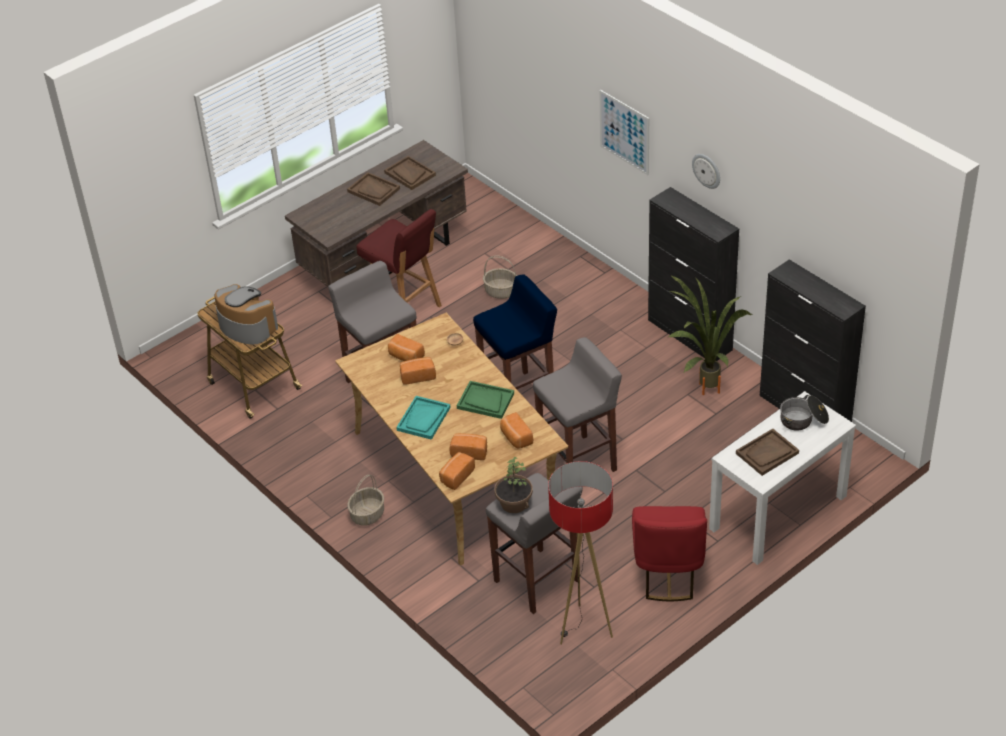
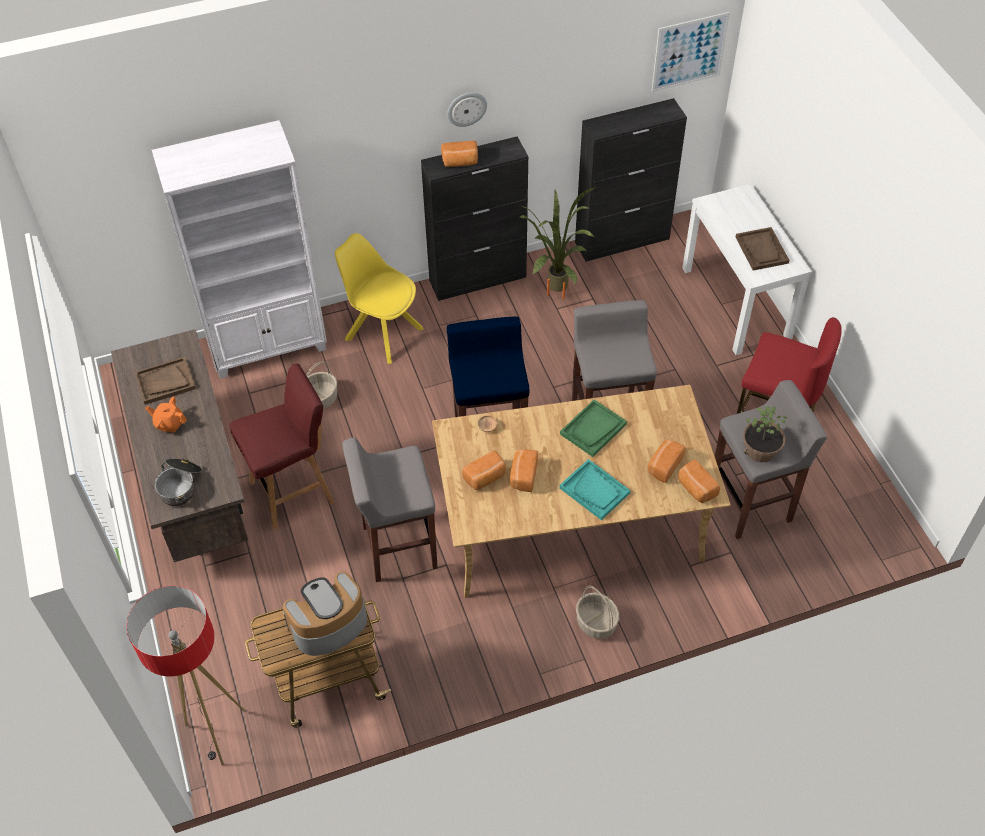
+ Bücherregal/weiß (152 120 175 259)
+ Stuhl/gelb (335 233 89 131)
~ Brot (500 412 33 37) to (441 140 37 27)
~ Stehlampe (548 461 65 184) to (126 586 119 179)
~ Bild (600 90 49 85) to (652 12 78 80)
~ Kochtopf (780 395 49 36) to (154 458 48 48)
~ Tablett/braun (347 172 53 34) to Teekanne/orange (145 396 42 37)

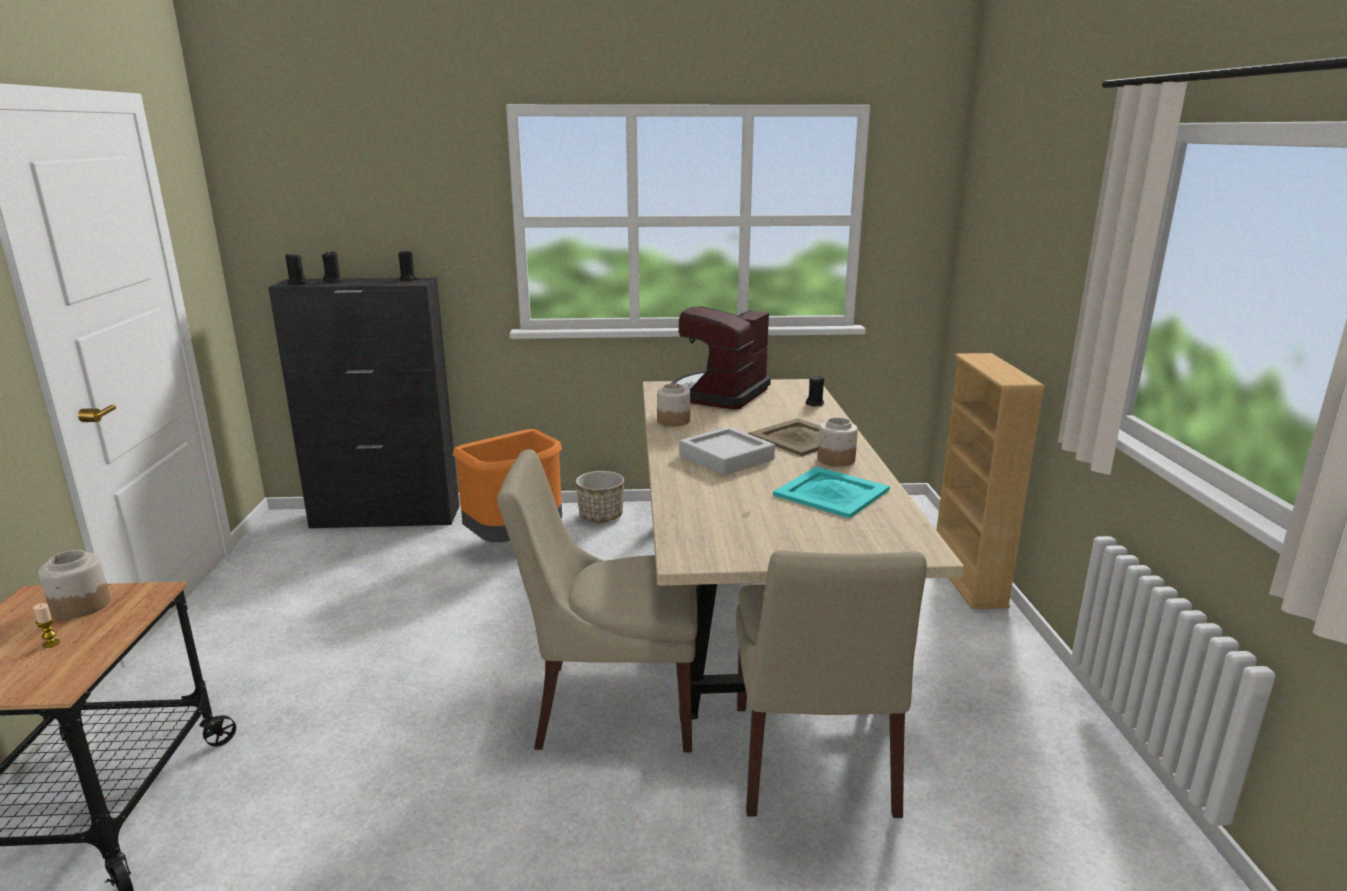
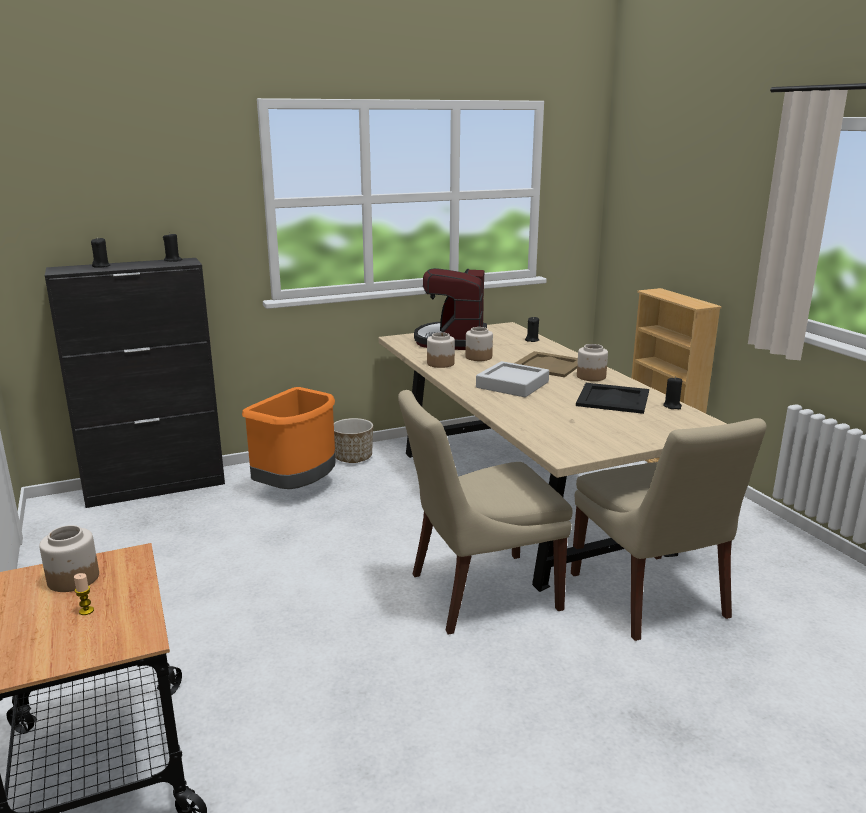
+ Vorratsglas (466 327 27 34)
~ Kerze/schwarz (285 252 23 33) to (663 376 19 33)
~ Tablett/türkis (773 467 117 52) to Tablett/schwarz (576 383 73 31)

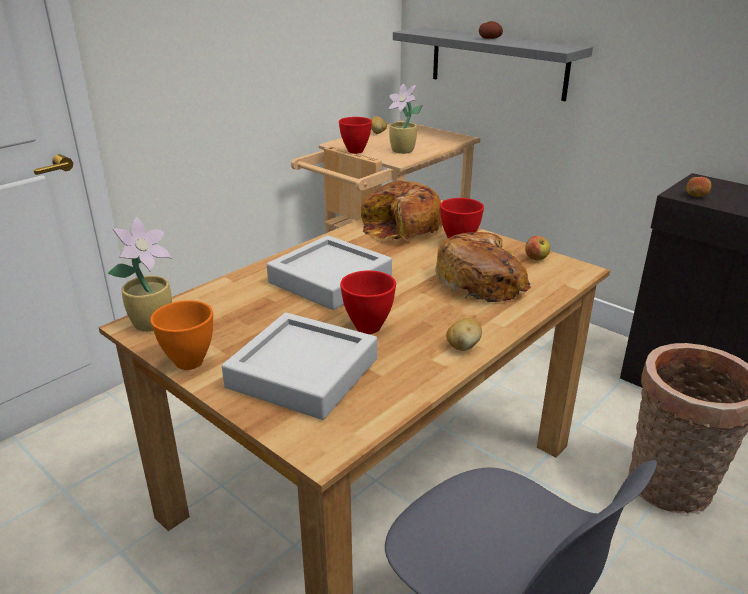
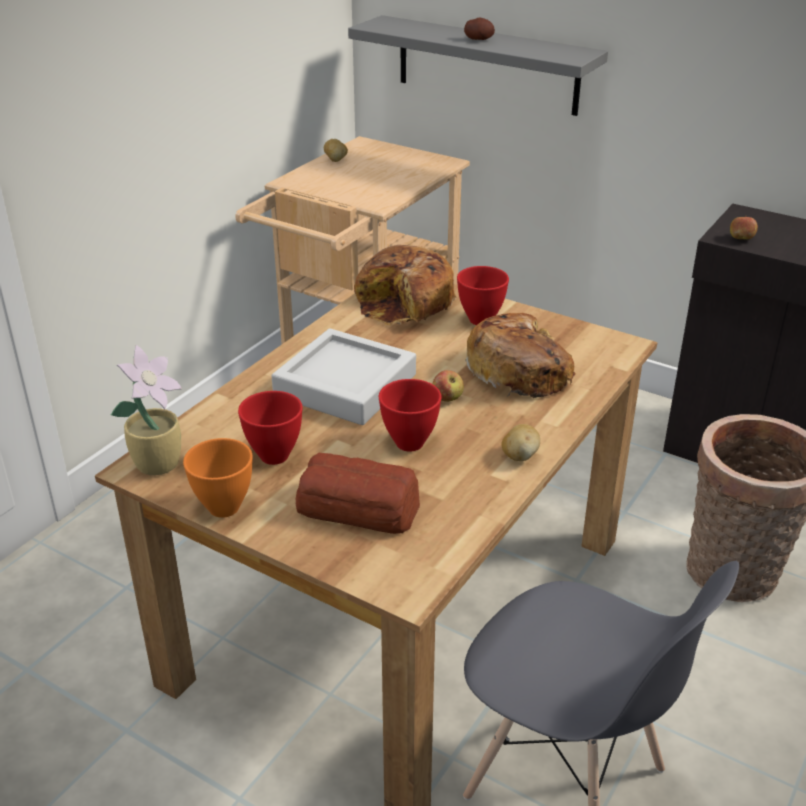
- Topfpflanze (388 83 35 71)
~ Schüssel/rot (339 117 33 37) to (238 391 65 74)
~ Apfel (525 236 25 24) to (433 370 31 32)
~ Tablett/grau (222 313 155 107) to Brot (296 453 124 81)

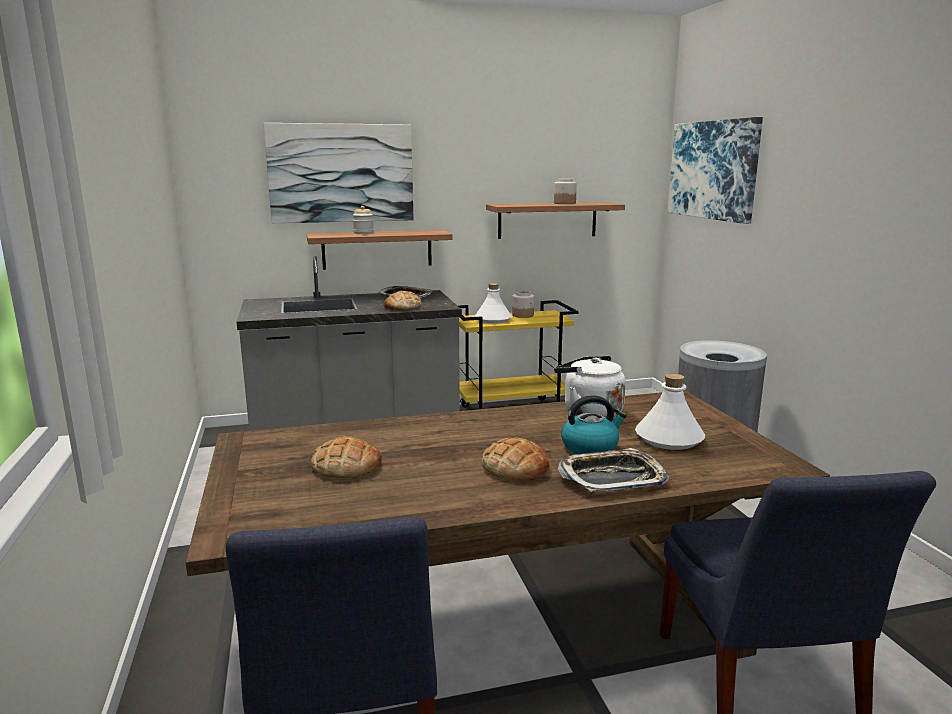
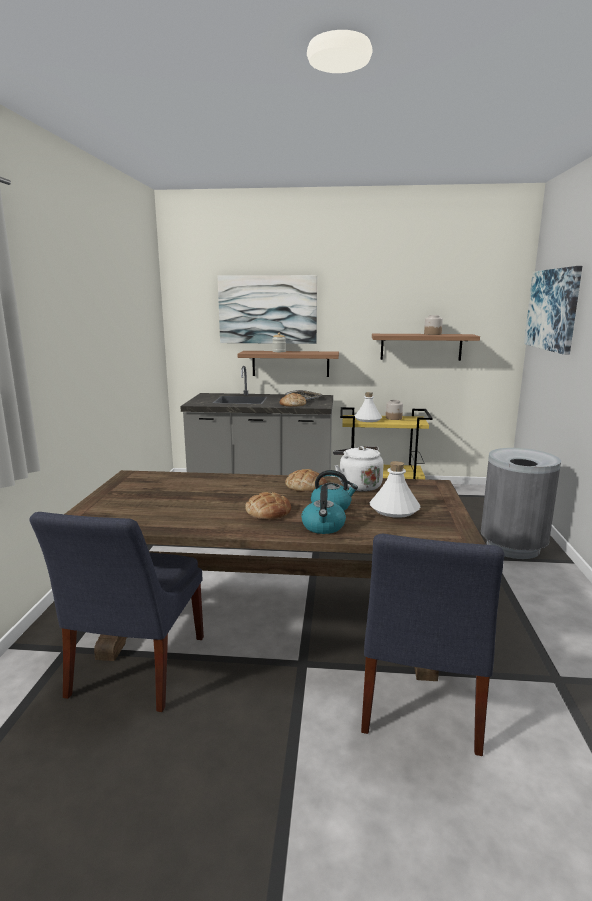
~ Brot (311 436 71 42) to (285 469 42 23)
~ Tablett (558 448 111 44) to Wasserkessel (301 486 45 48)

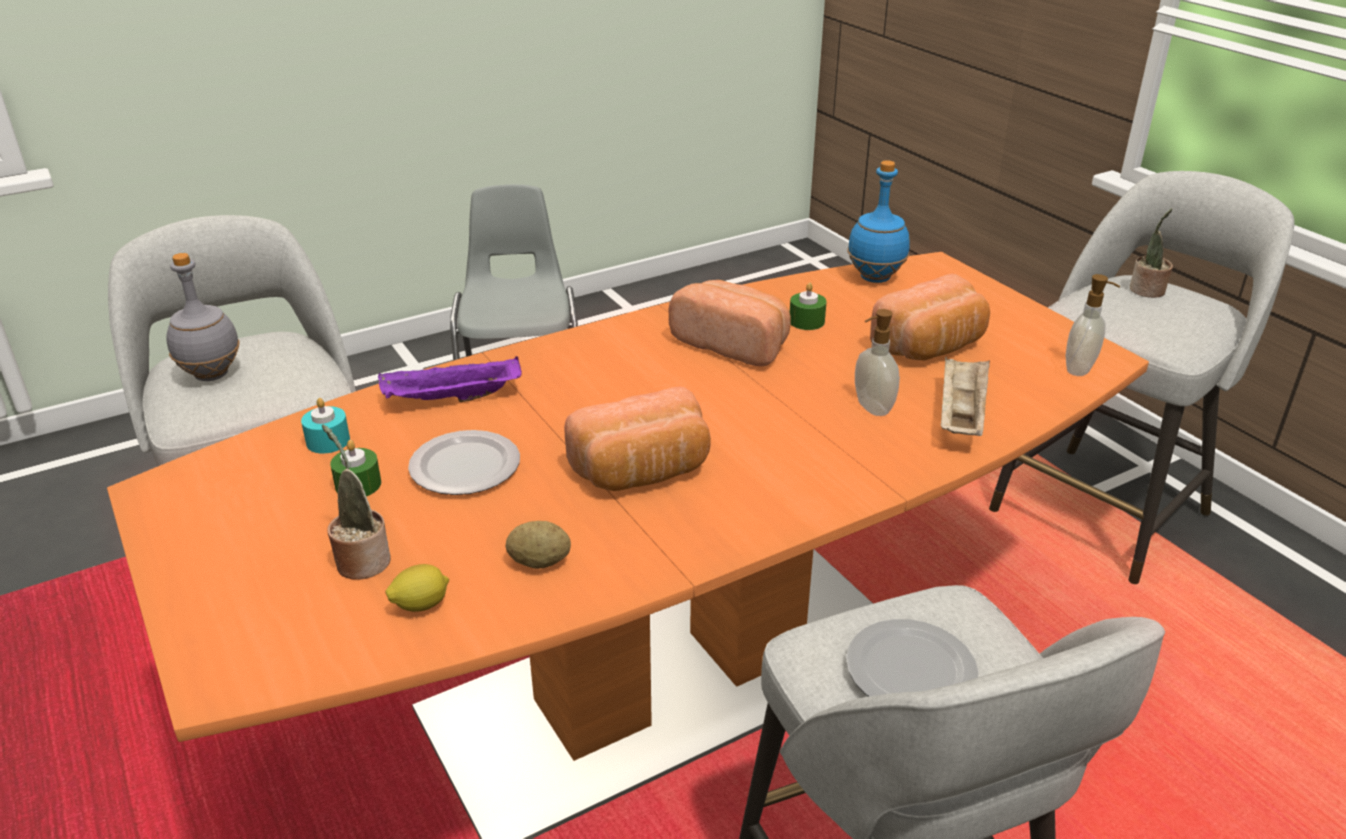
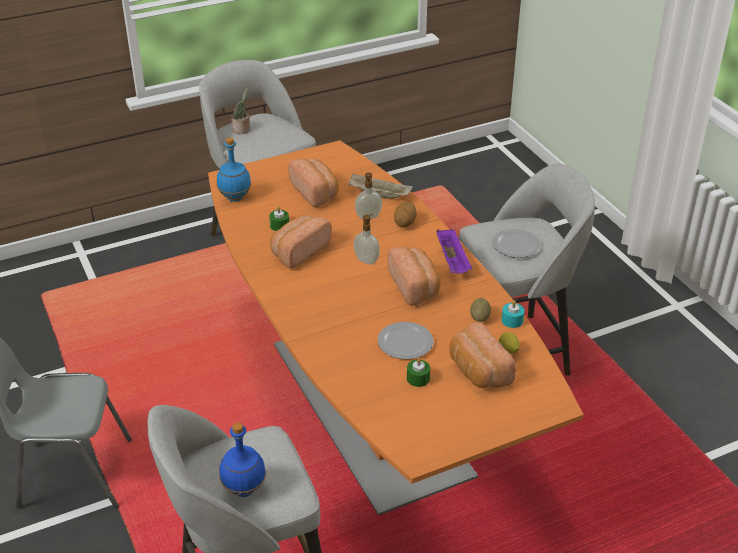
+ Kartoffel (394 202 23 26)
~ Kerze/türkis (301 398 49 56) to (501 300 23 28)
~ Tablett/lila (378 356 144 46) to (437 229 35 44)
~ Seifenspender (1065 274 55 102) to (354 214 26 50)
~ Topfpflanze (322 424 69 156) to Brot (449 322 67 66)
~ Flasche/grau (166 253 74 128) to Flasche/blau (219 423 47 74)

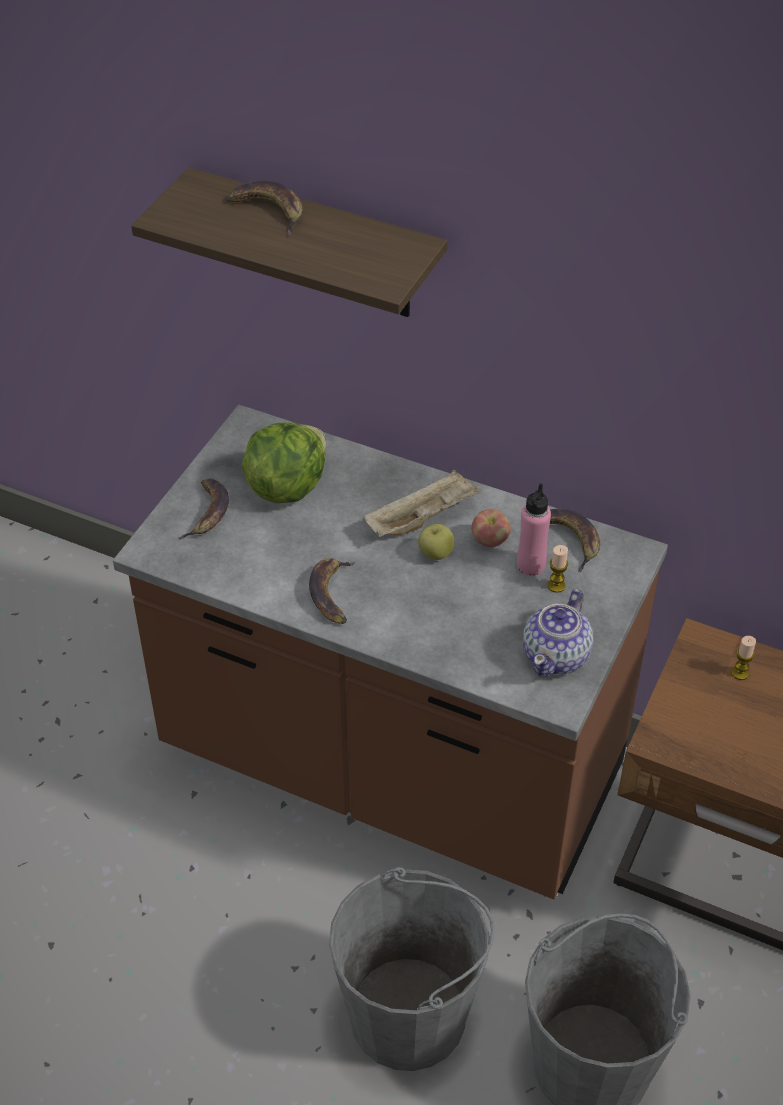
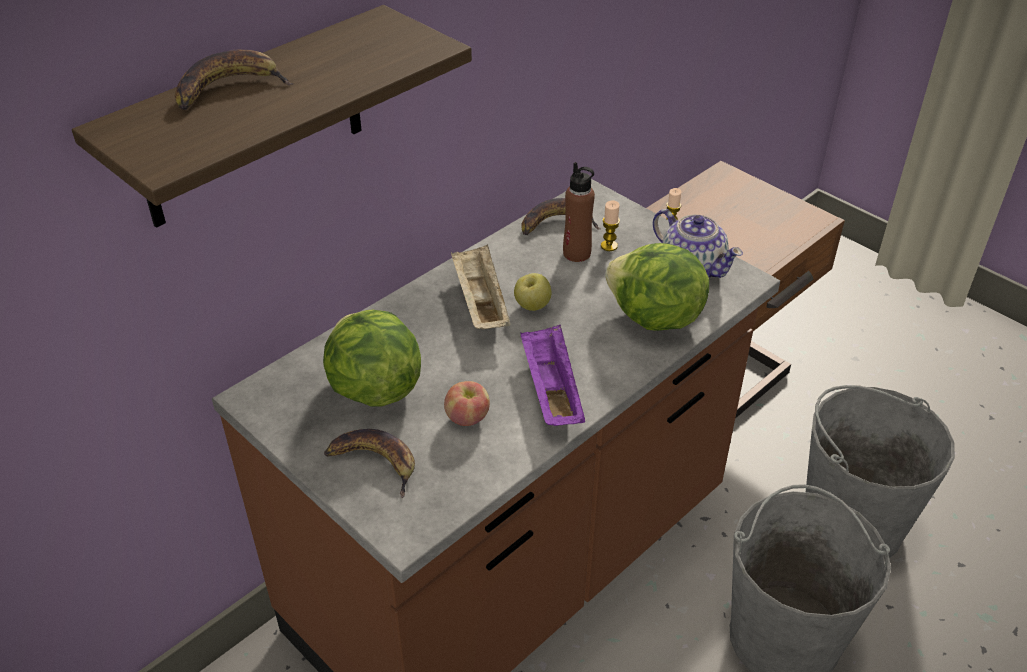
+ Salatkopf (605 243 104 88)
~ Apfel (471 509 40 38) to (444 381 46 45)
~ Banane (309 558 46 66) to Tablett/lila (520 325 65 101)
~ Flasche/rosa (517 483 34 93) to Flasche/braun (563 162 32 100)

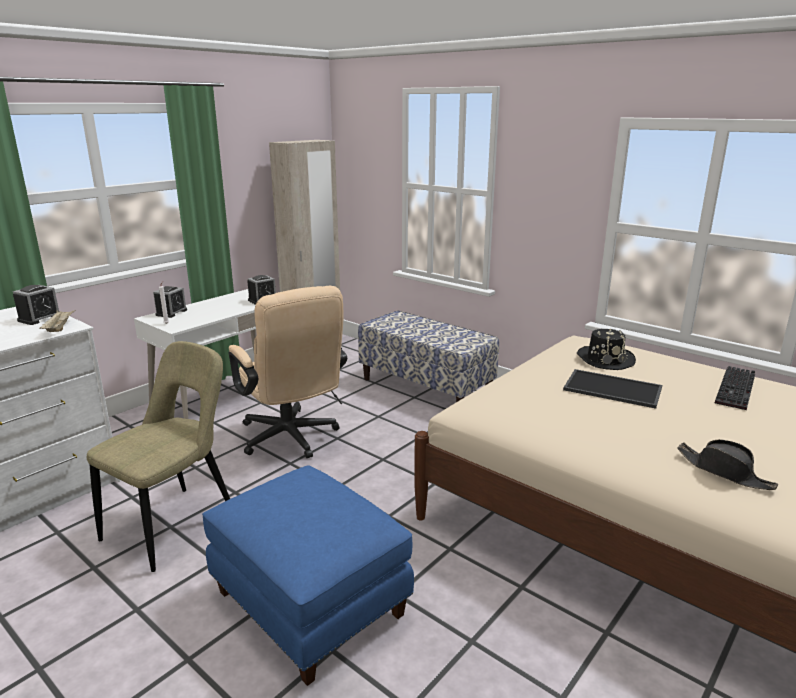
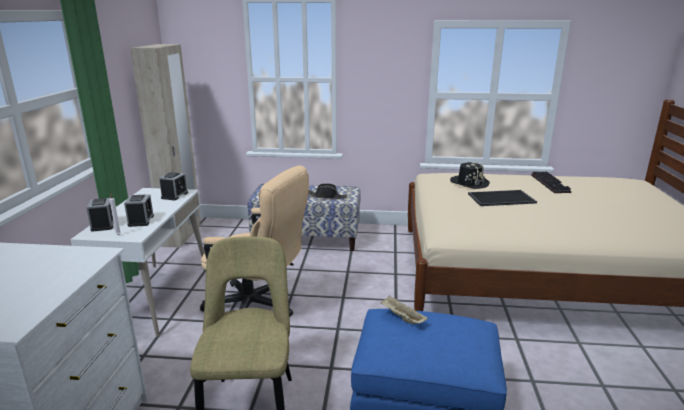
~ Wecker (13 285 46 40) to (124 194 30 33)
~ Tablett/beige (39 310 37 22) to (380 296 48 28)
~ Hut/schwarz (677 439 101 51) to (309 183 38 16)

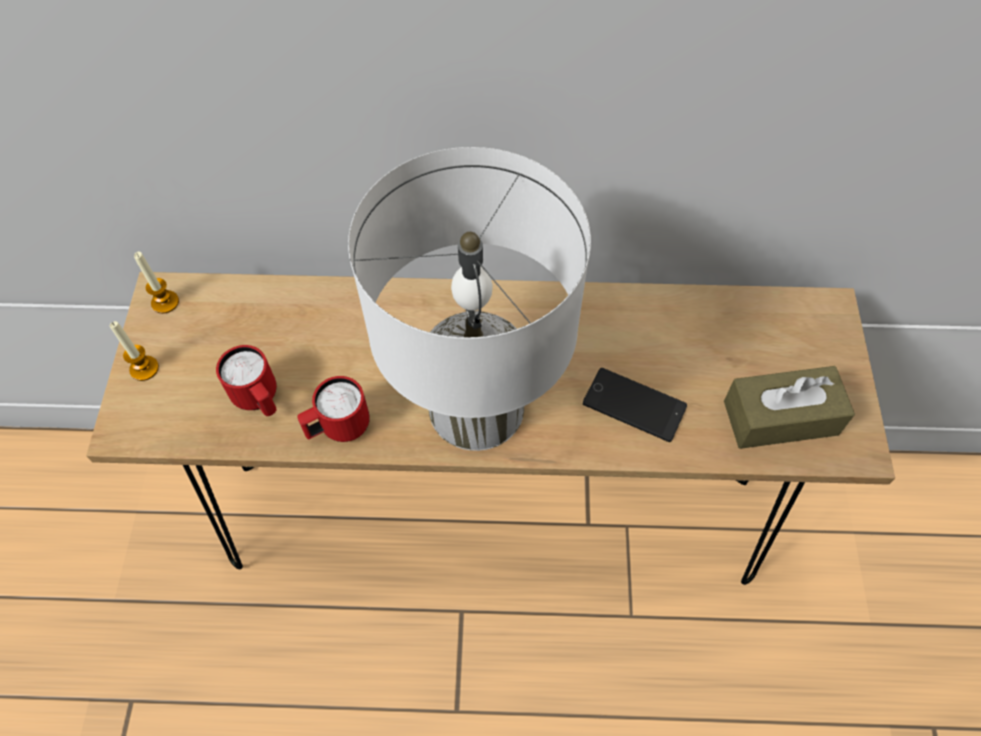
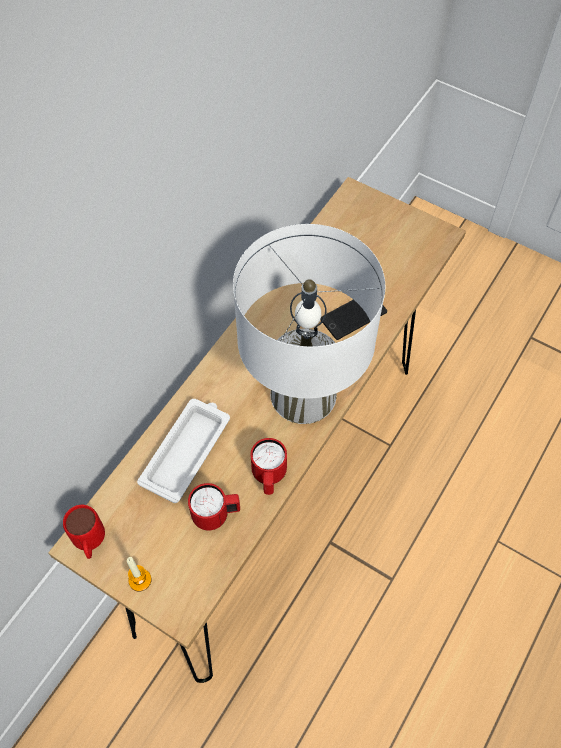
- Taschentuchbox/braun (724 366 131 83)
+ Tablett/weiß (137 399 93 104)
~ Kerze (134 251 45 63) to Henkelbecher/rot (63 505 42 54)

